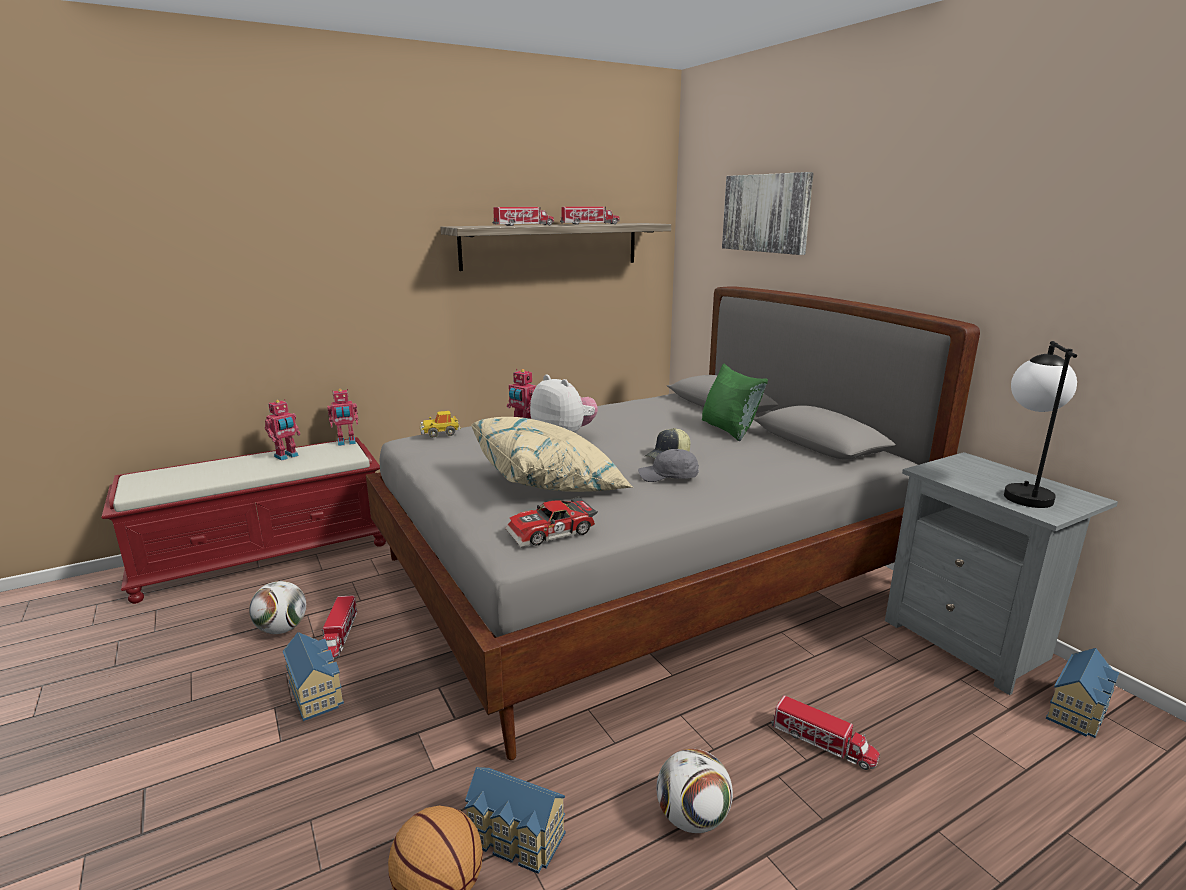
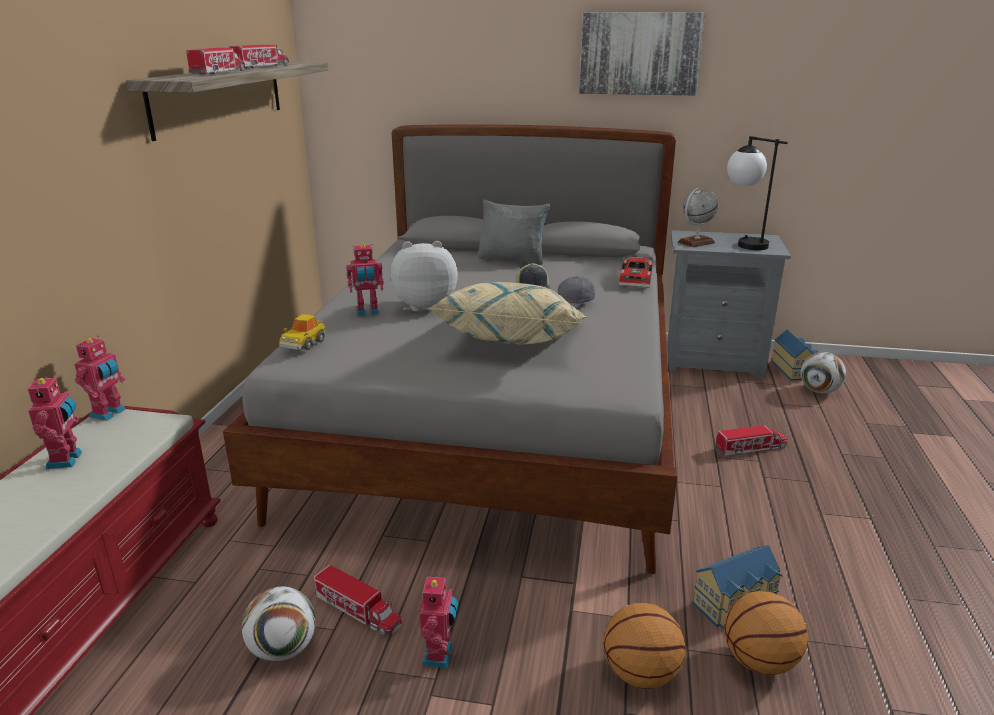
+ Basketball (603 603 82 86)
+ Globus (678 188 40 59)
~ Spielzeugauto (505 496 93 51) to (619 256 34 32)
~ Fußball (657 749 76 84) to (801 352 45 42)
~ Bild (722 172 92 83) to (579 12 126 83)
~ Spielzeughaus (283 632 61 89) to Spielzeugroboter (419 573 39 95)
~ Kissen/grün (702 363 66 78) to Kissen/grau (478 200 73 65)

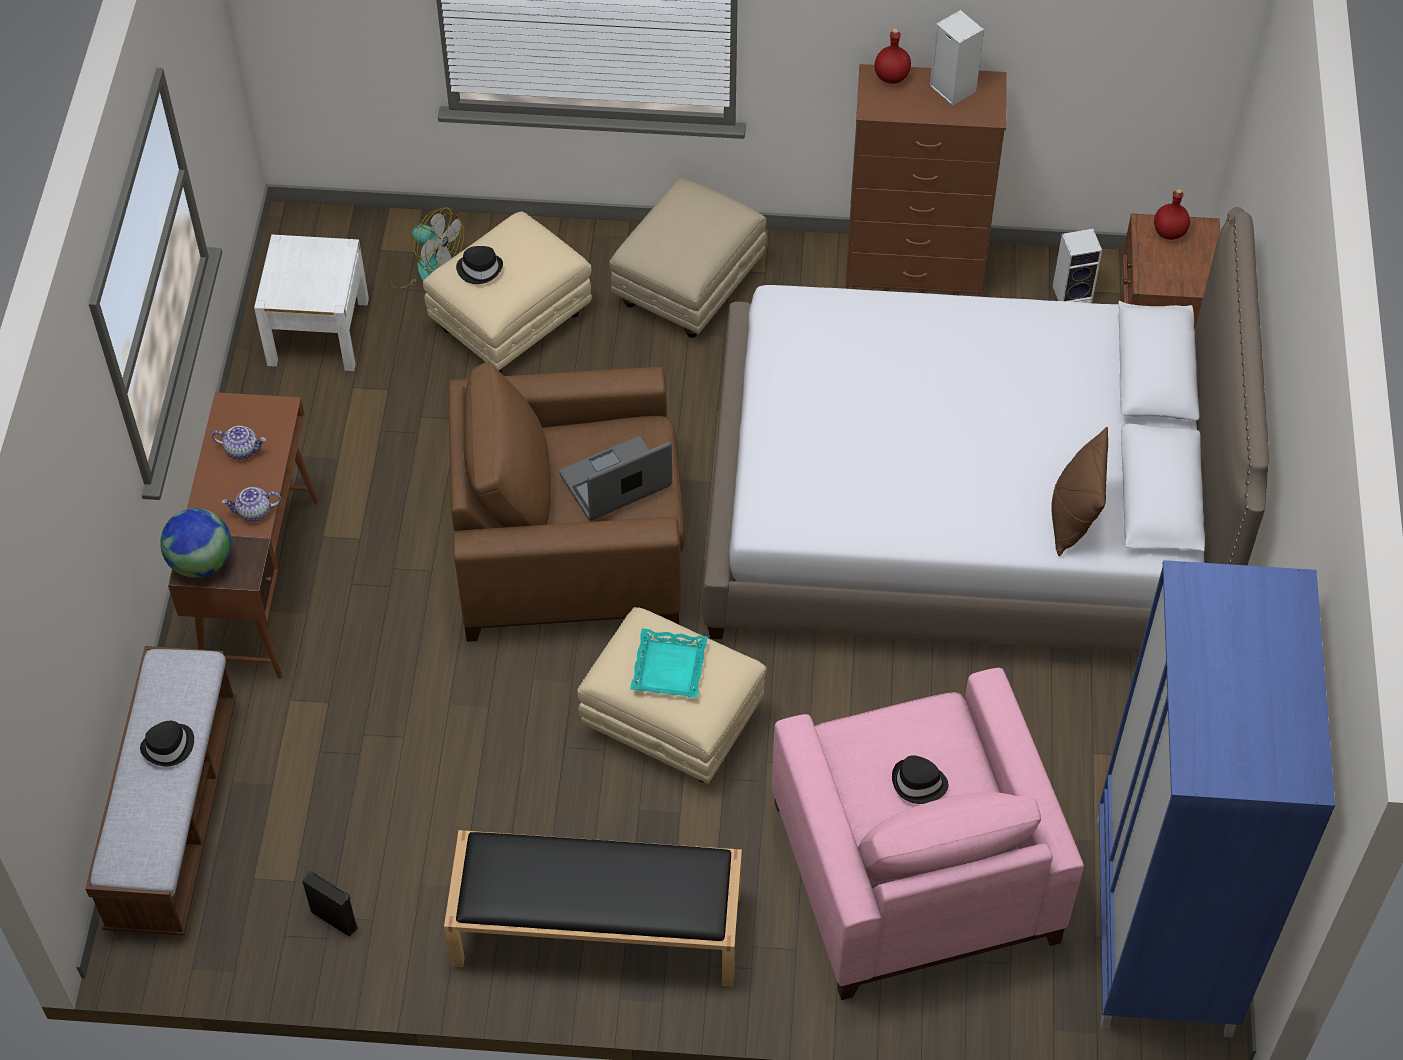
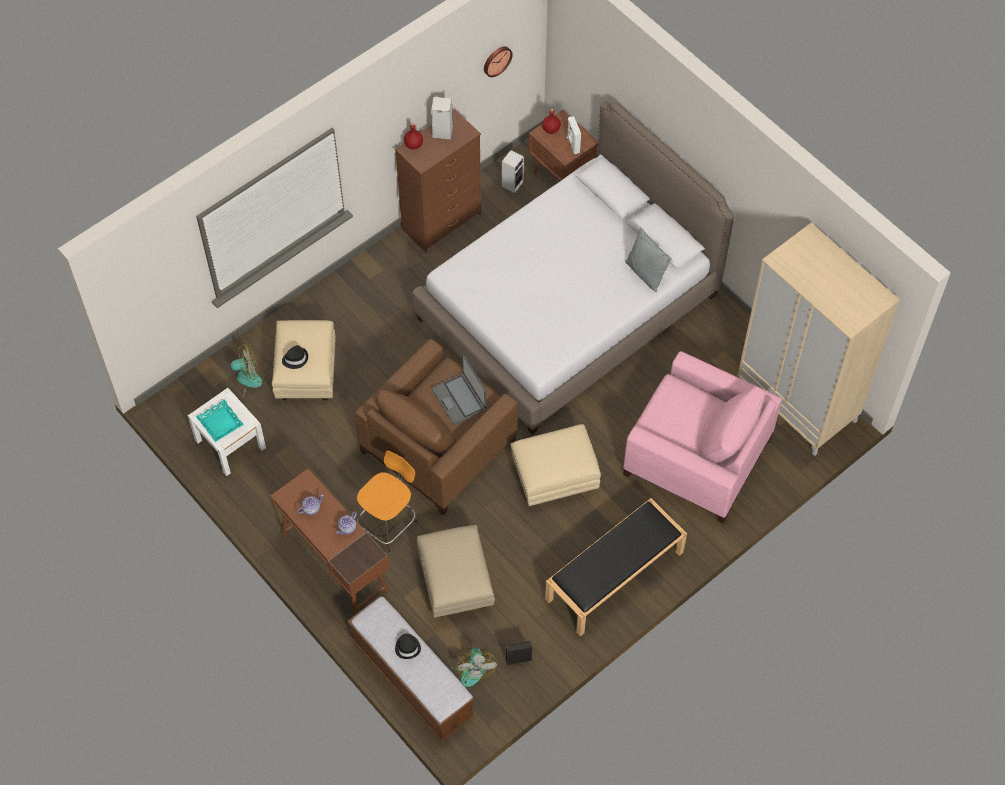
- Globus (160 508 71 70)
- Hut/schwarz (892 755 57 49)
+ Hocker/orange (357 451 60 101)
+ Ventilator (448 647 50 40)
+ Wanduhr (484 46 29 31)
+ Lautsprecher/weiß (567 116 14 38)
~ Polsterhocker/beige (609 177 158 161) to (417 525 78 93)
~ Tablett/türkis (630 628 78 70) to (196 399 48 43)
~ Kissen/braun (1051 427 57 129) to Kissen/grau (625 227 47 65)
~ Kleiderschrank/blau (1097 560 238 478) to Kleiderschrank/beige (737 223 163 233)
~ Laptop (559 436 113 85) = (432 355 54 70) 45 degrees counterclockwise

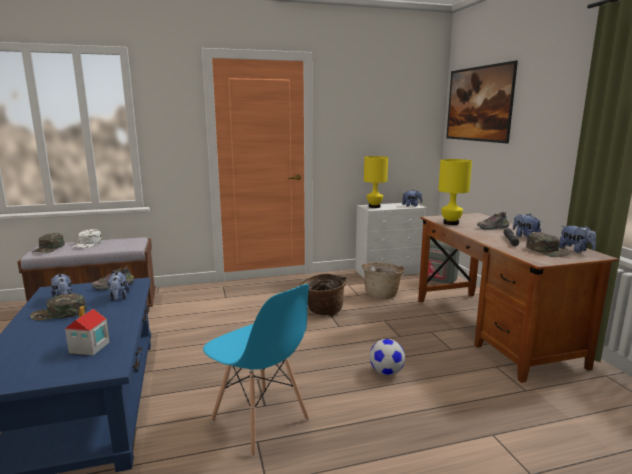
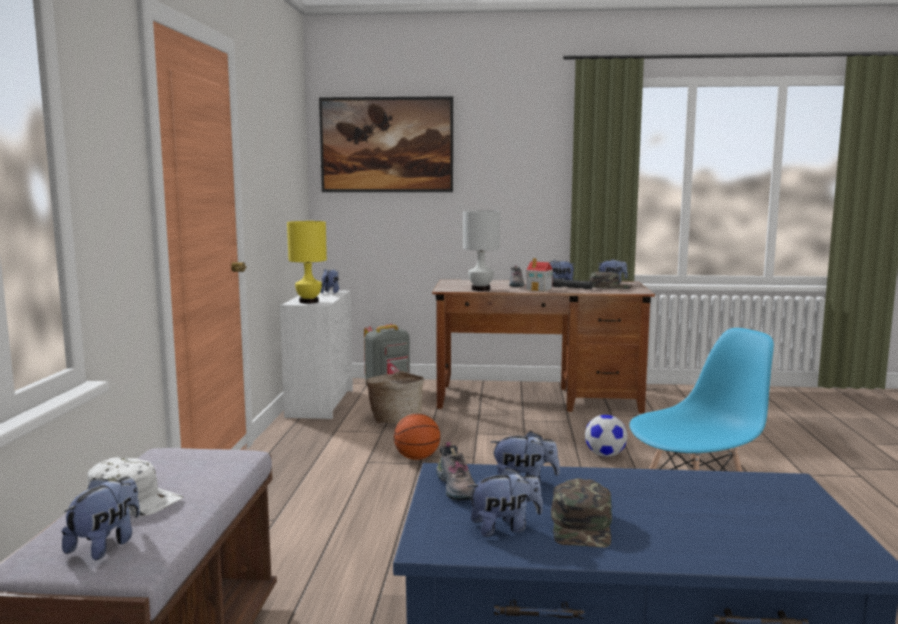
~ Spielzeughaus (65 306 45 49) to (526 258 27 34)
~ Kappe/grün (33 233 32 19) to Plüschtier (62 476 78 84)
~ Korb (300 274 48 42) to Basketball (394 414 46 46)
~ Tischlampe/gelb (438 159 34 66) to Tischlampe/weiß (463 210 37 81)

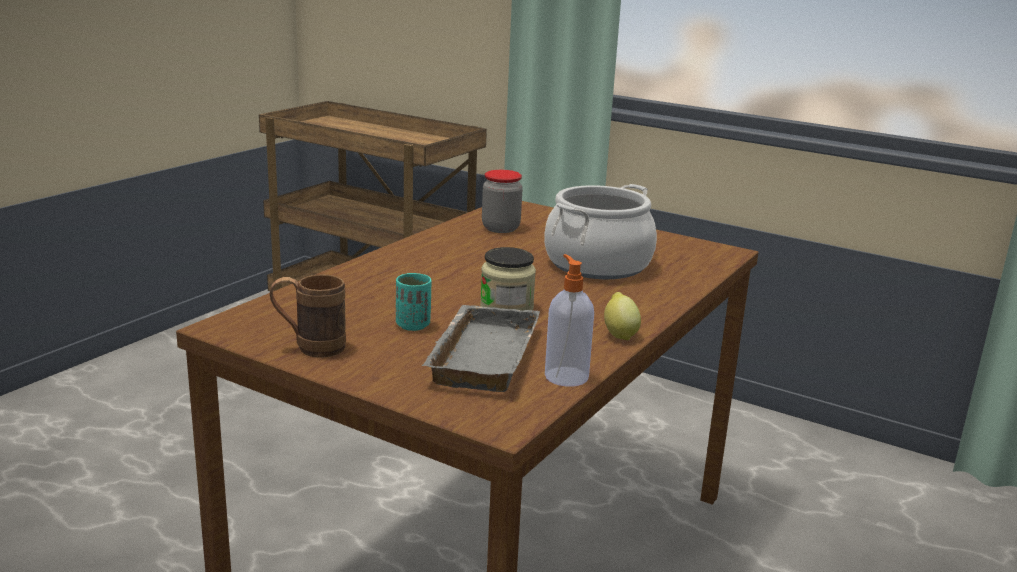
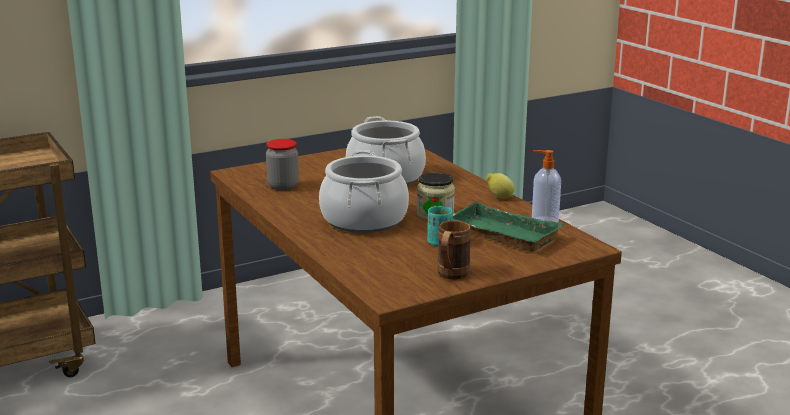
+ Kochtopf (319 150 90 83)
~ Tablett/grau (422 305 118 87) to Tablett/grün (452 202 112 50)

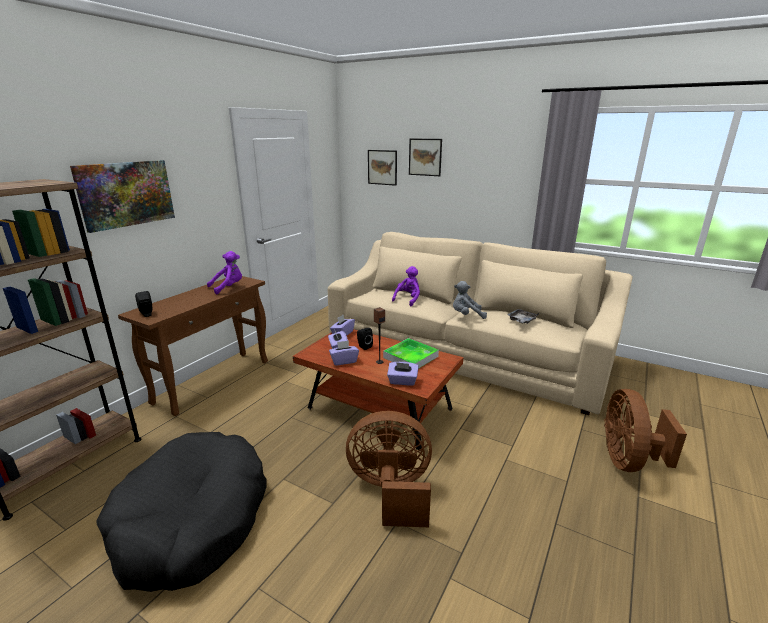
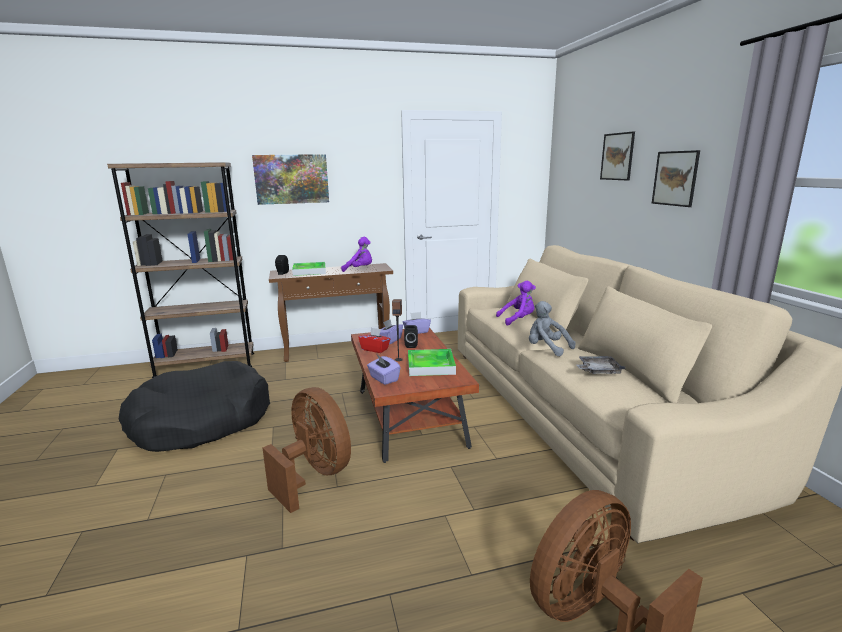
+ Tablett (292 262 34 14)
~ Bild (368 150 29 36) to (652 150 48 57)
~ Taschentuchbox/lila (329 340 30 26) to Taschentuchbox/rot (358 327 32 26)

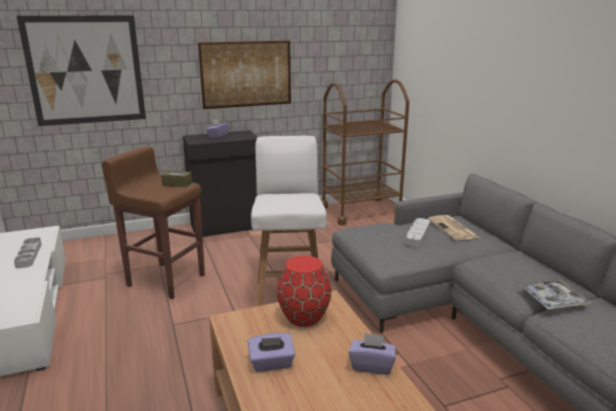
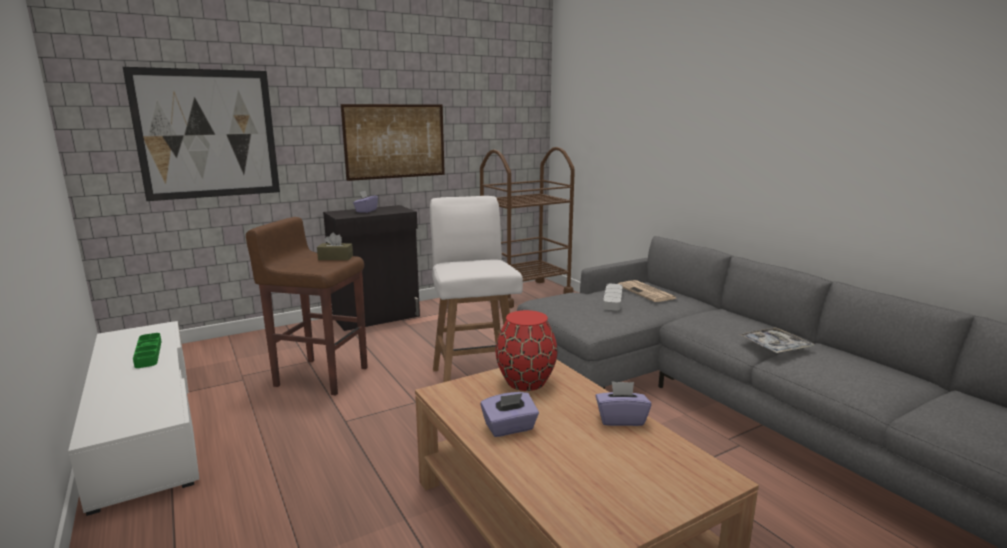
~ Tablett/grau (14 237 28 31) to Tablett/grün (133 333 28 35)

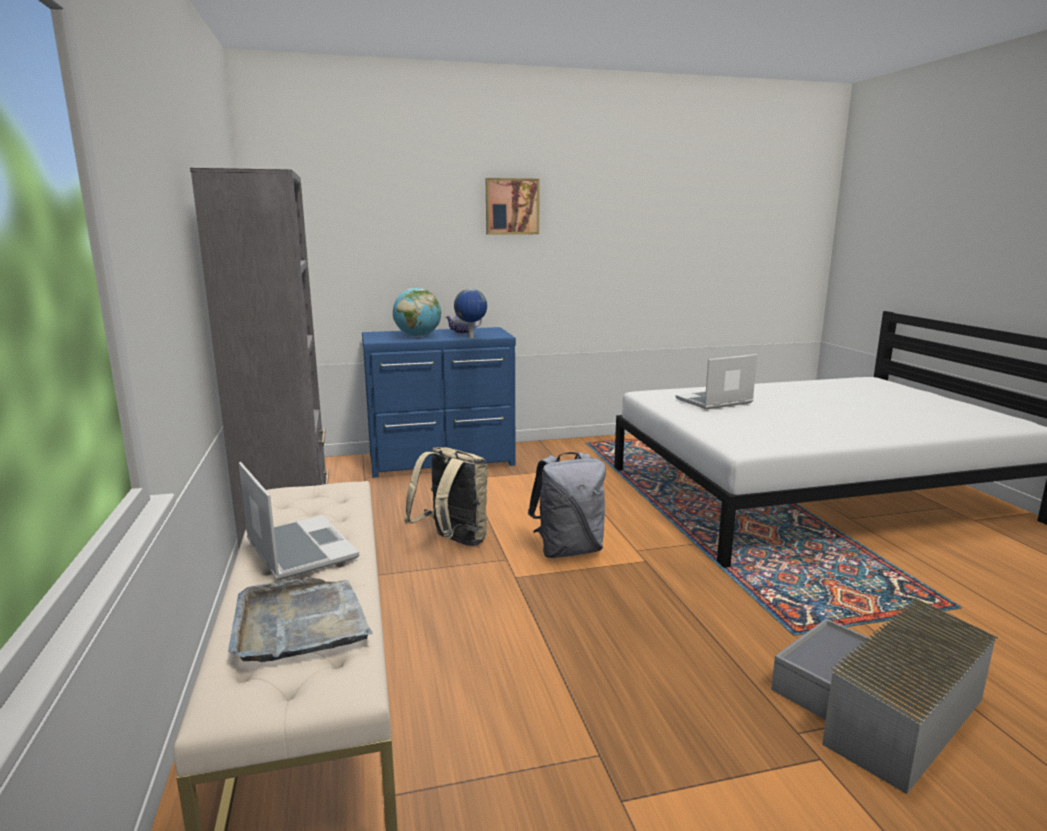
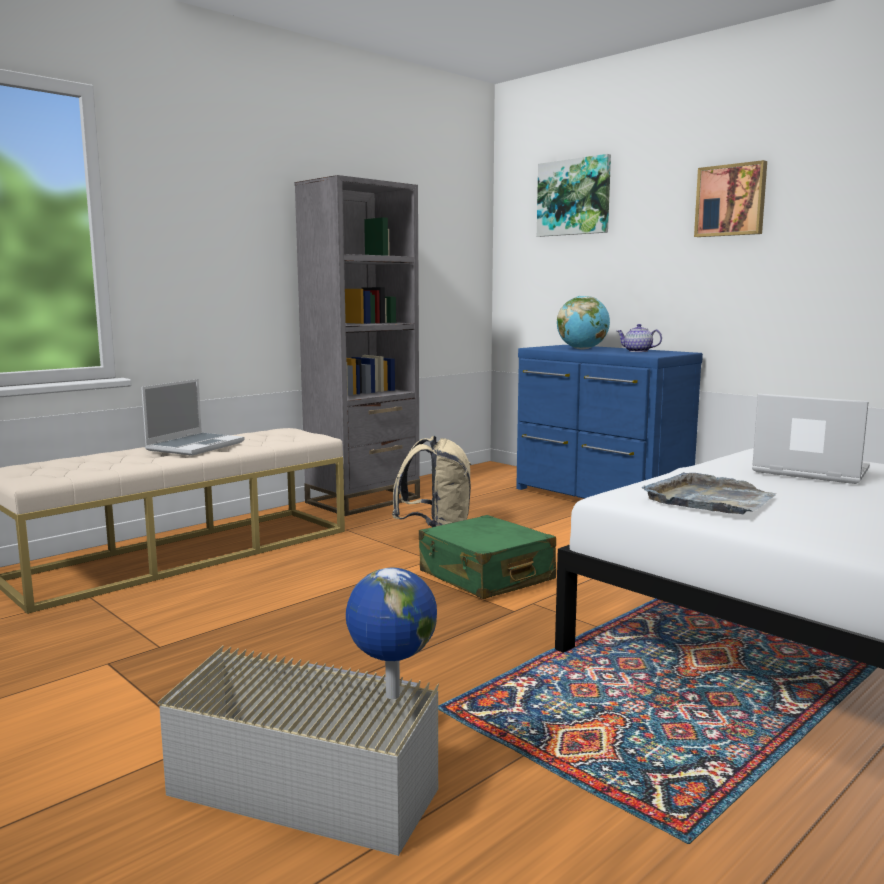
+ Bild (537 154 74 83)
~ Tablett/grau (228 578 145 84) to (642 472 134 42)
~ Globus (454 289 33 49) to (346 568 91 131)
~ Rucksack/grau (528 452 78 106) to Koffer/grün (419 515 137 84)

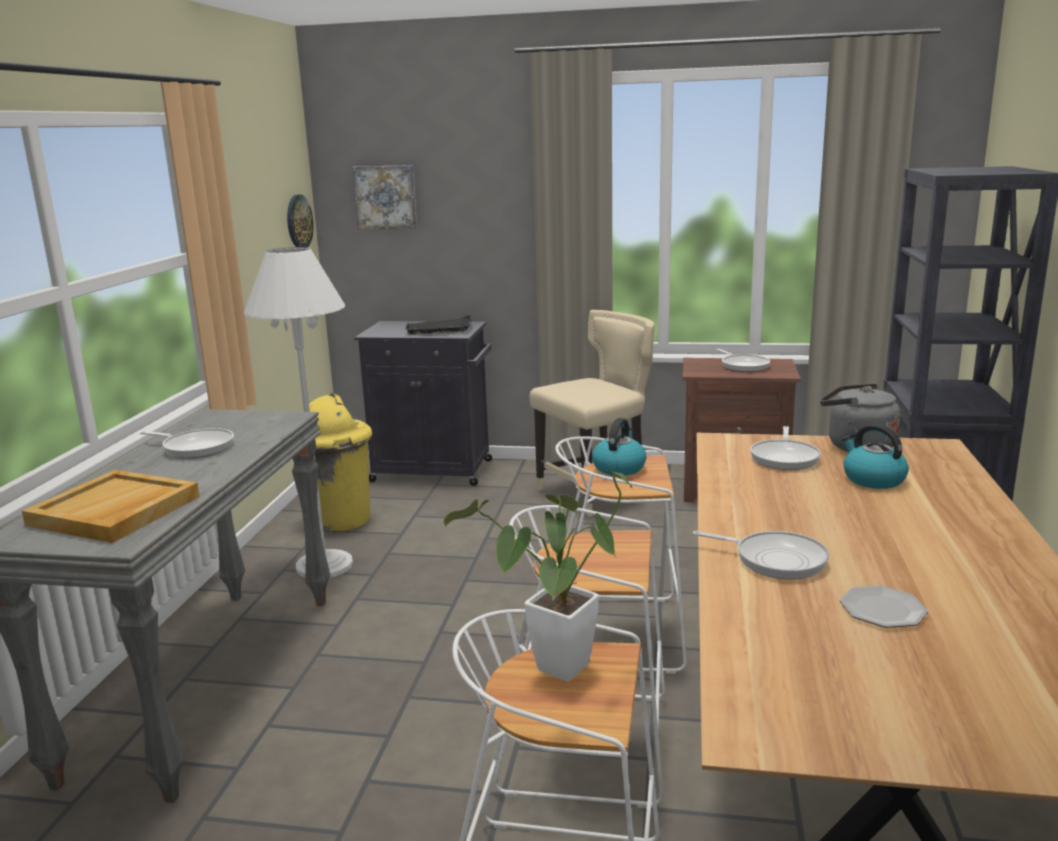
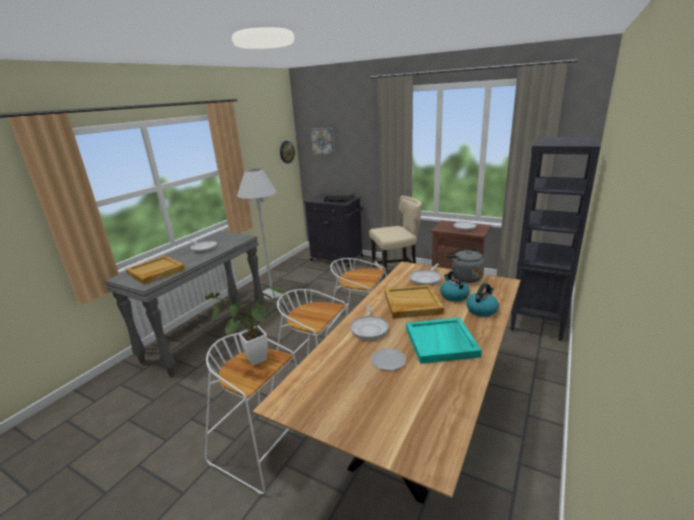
- Mülleimer/gelb (303 393 69 139)
+ Tablett/beige (385 285 59 34)
+ Tablett/türkis (406 317 76 47)
~ Wasserkessel (592 418 54 58) to (466 283 33 34)
~ Pfanne (693 531 136 48) = (350 305 39 35) 45 degrees clockwise

